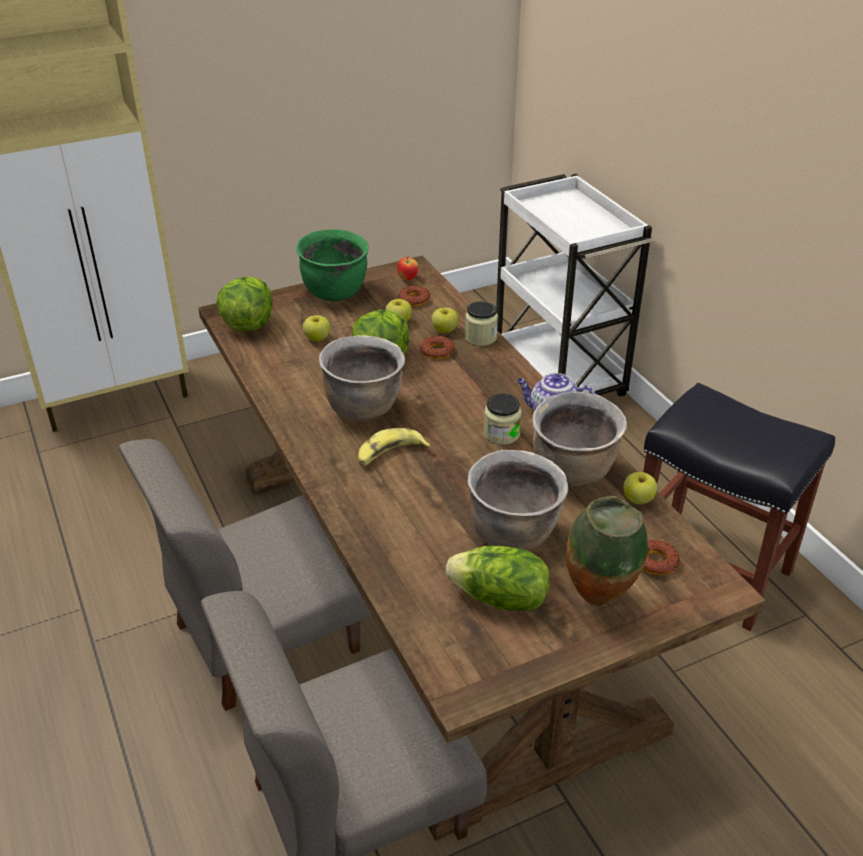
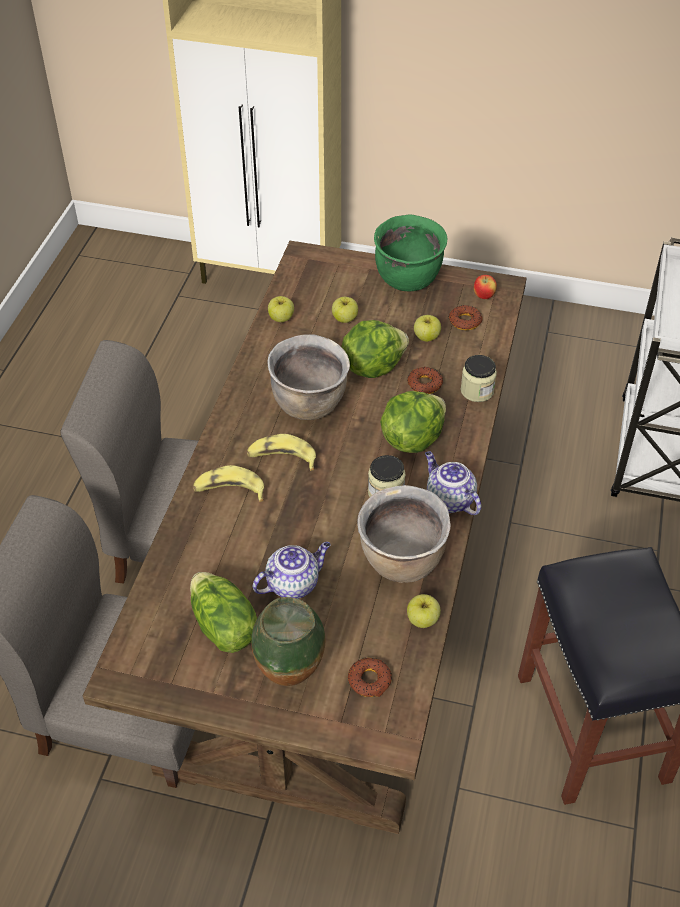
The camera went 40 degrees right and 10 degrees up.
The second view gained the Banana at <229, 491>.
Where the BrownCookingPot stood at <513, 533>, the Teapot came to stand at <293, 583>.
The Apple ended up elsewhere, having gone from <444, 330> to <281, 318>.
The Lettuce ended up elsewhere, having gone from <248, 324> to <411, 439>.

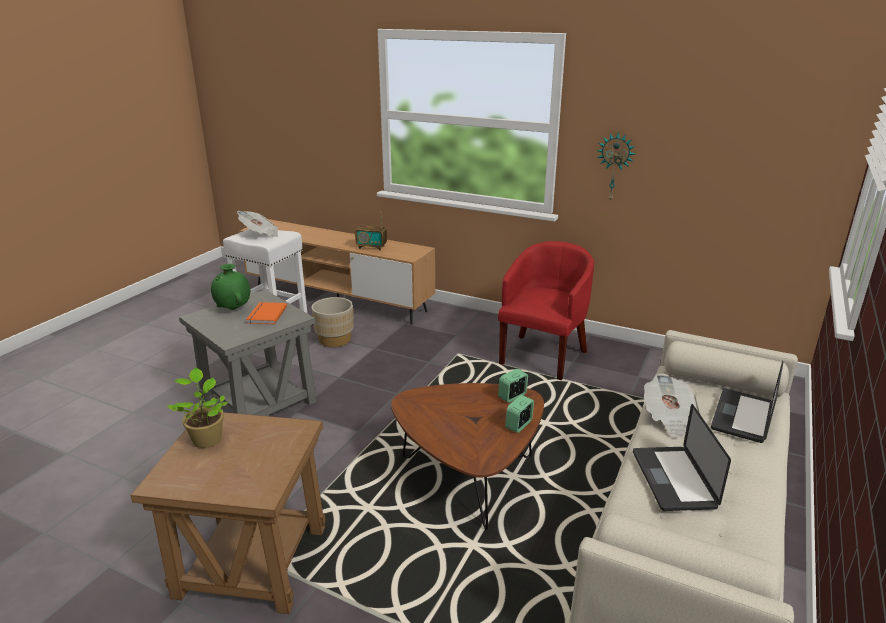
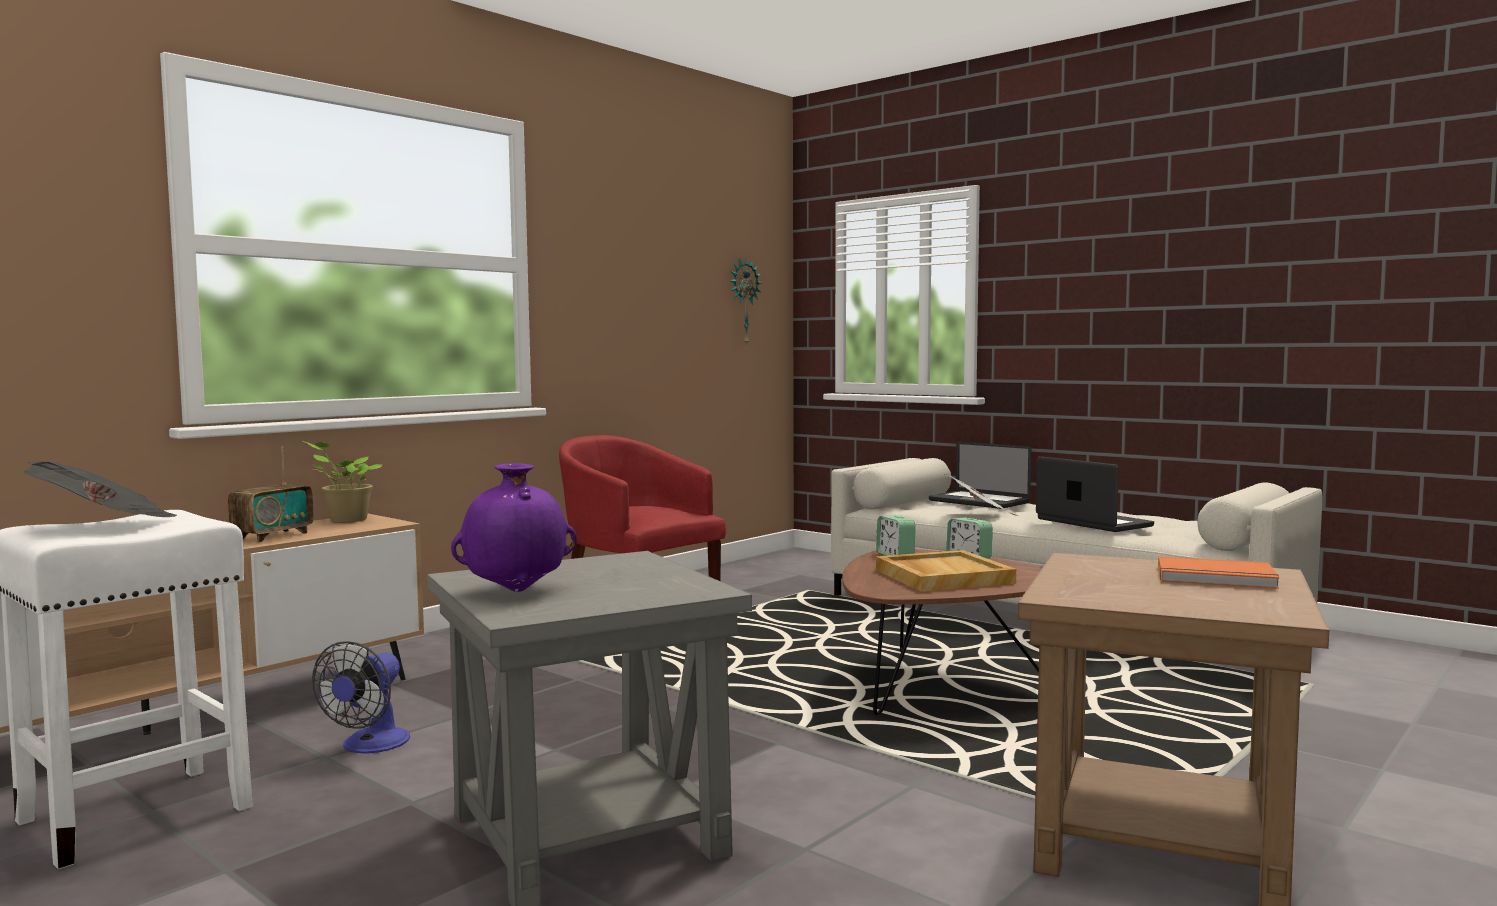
The camera went 75 degrees left and 20 degrees down.
The PottedPlant ended up elsewhere, having gone from <207, 438> to <345, 520>.
Where the BeigePlanter stood at <335, 340>, the Fan came to stand at <369, 746>.
What was the GreenVase at <233, 309> turned into the PurpleVase at <517, 591>.
The WallClock ended up elsewhere, having gone from <614, 167> to <743, 302>.
The second view gained the BeigeTray at <942, 576>.
The Laptop at <673, 479> ended up facing another way, 135 degrees counterclockwise from before.
The OrangeBook ended up elsewhere, having gone from <265, 315> to <1216, 578>.

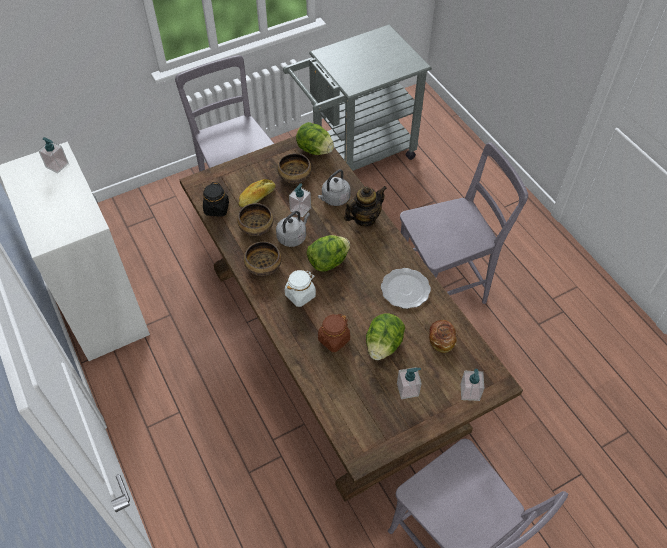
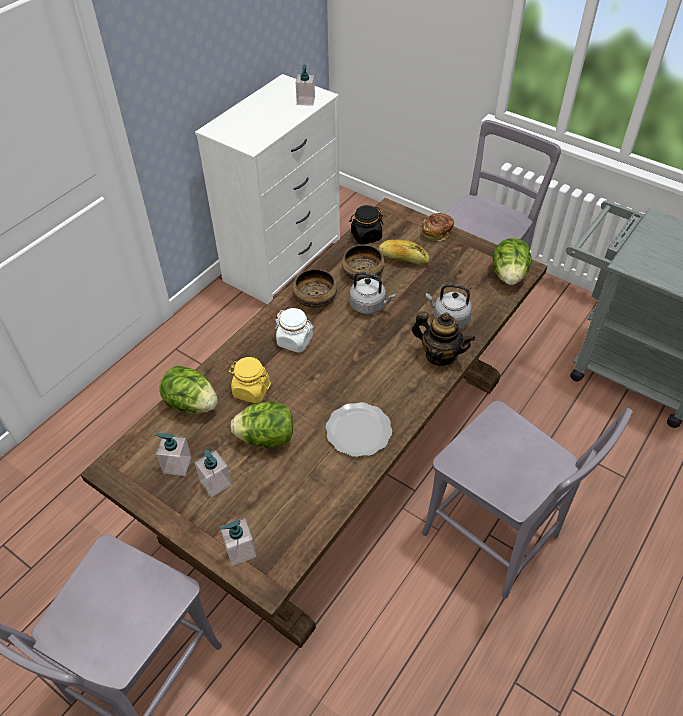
The camera went 65 degrees right and 5 degrees down.
The SoapDispenser ended up elsewhere, having gone from <300, 209> to <177, 465>.
The Lettuce ended up elsewhere, having gone from <328, 262> to <191, 404>.
What was the BrownJar at <333, 339> turned into the YellowJar at <251, 390>.
The Bread ended up elsewhere, having gone from <441, 340> to <437, 233>.
The second view lost the Bowl at <294, 176>.

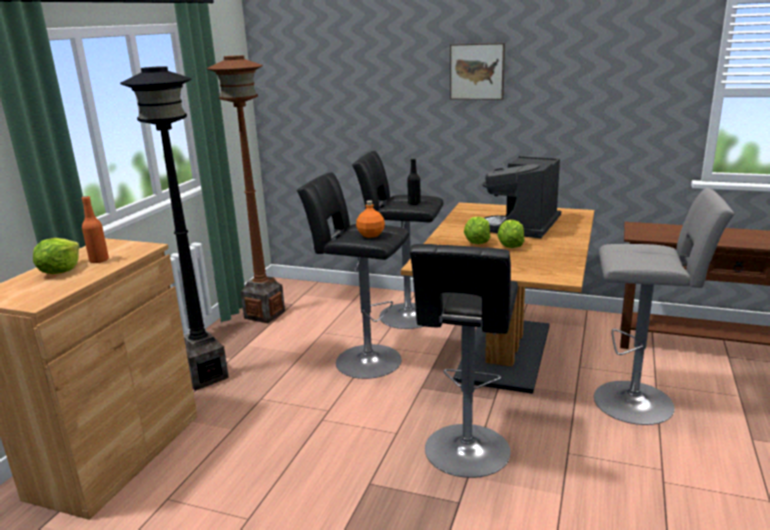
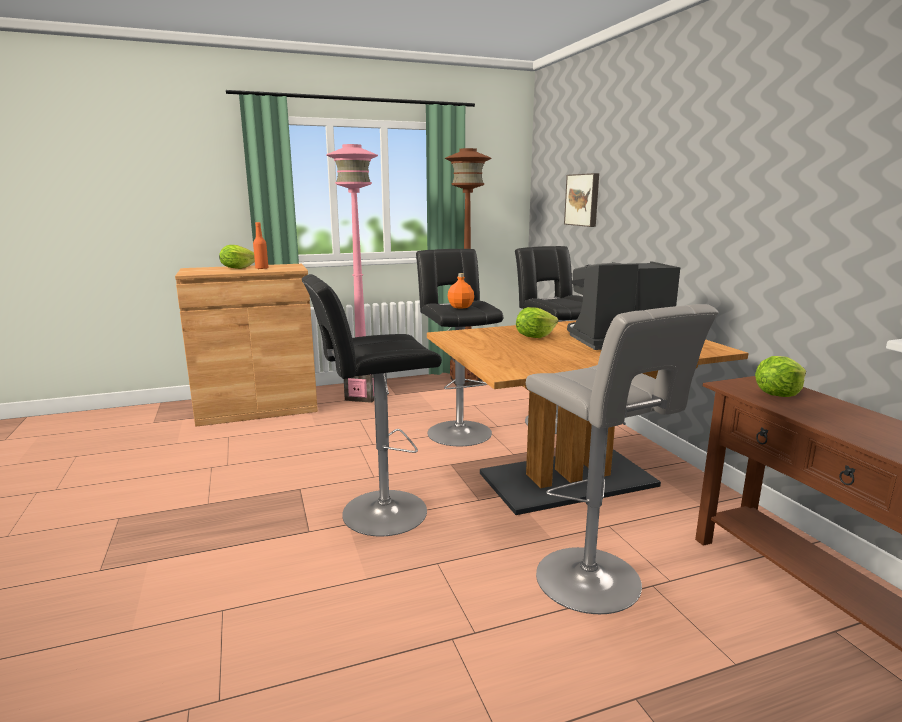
The camera went 50 degrees right and 5 degrees down.
What was the BlackFloorLamp at <204, 376> turned into the PinkFloorLamp at <363, 396>.
The Picture ended up elsewhere, having gone from <477, 71> to <583, 200>.
The Lettuce ended up elsewhere, having gone from <510, 246> to <778, 394>.
The second view lost the BlackBottle at <414, 203>.

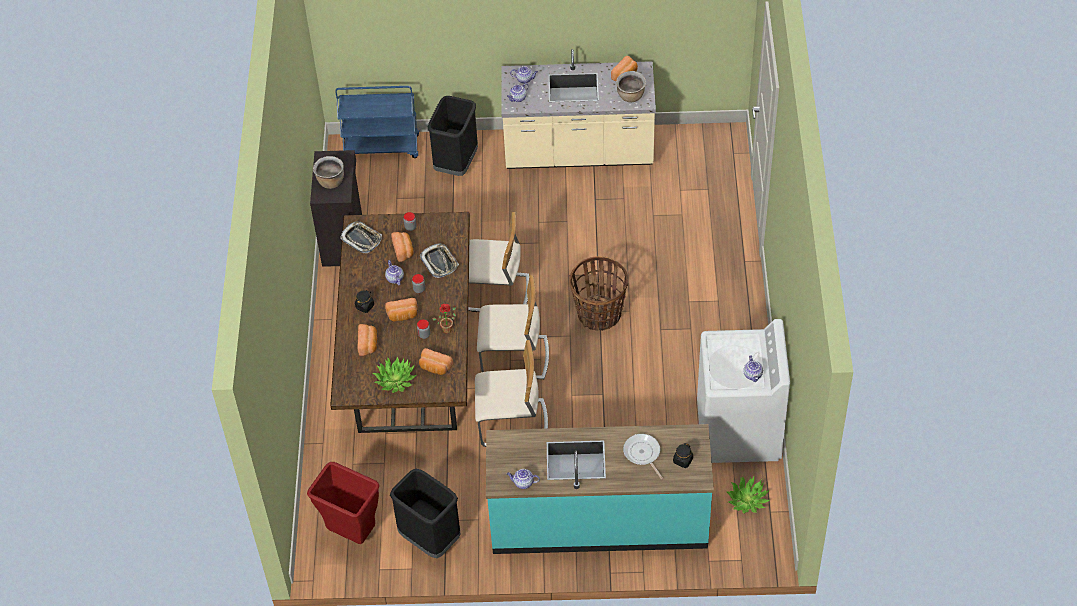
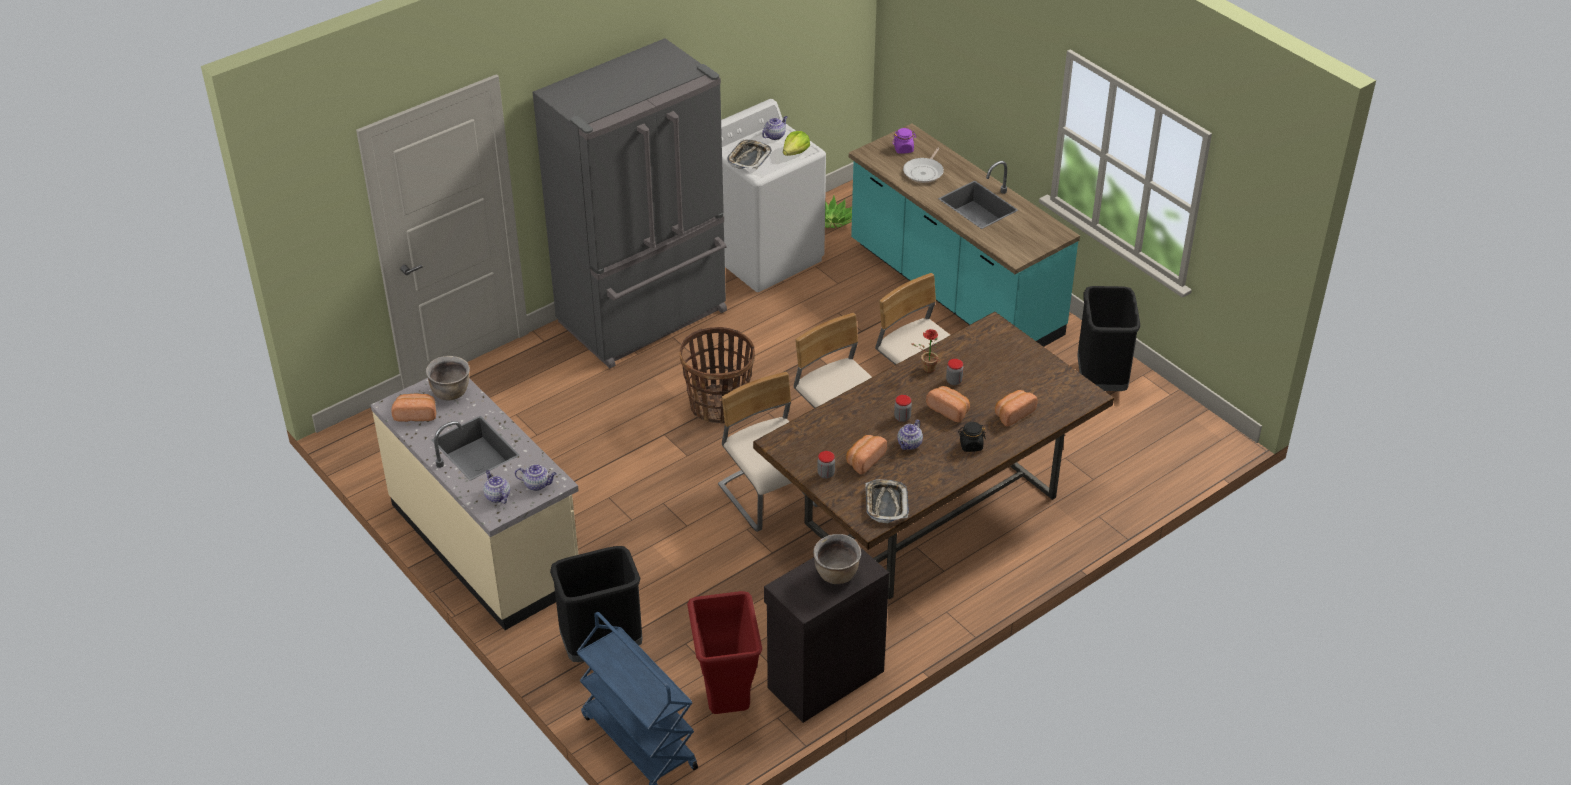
The camera went 130 degrees left and 10 degrees down.
The second view gained the GreyFridge at <645, 318>.
The RedTrashCan ended up elsewhere, having gone from <351, 534> to <728, 702>.
The Tray ended up elsewhere, having gone from <439, 262> to <749, 158>.
The second view gained the Lettuce at <795, 152>.
What was the BlackJar at <683, 460> turned into the PurpleJar at <903, 149>.
The second view lost the PottedPlant at <395, 380>.
The second view lost the Bread at <435, 368>.
The second view lost the Teapot at <523, 483>.

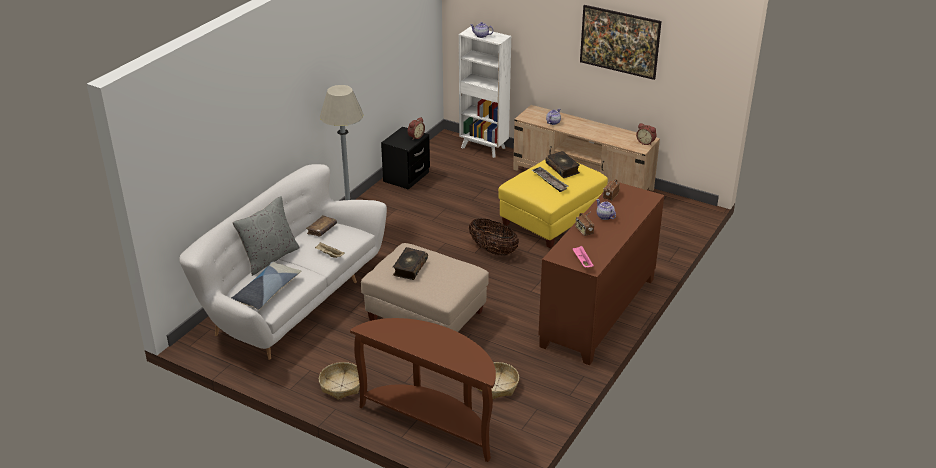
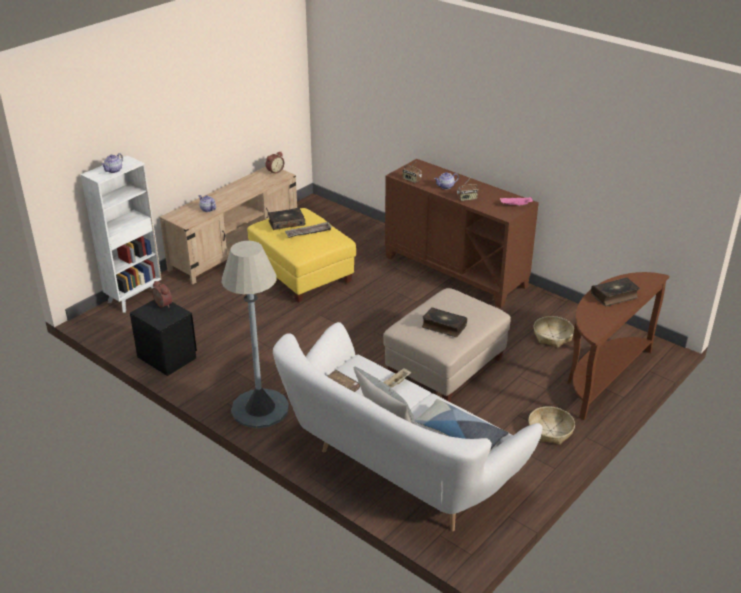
The camera went 80 degrees left and 0 degrees up.
The second view gained the Book at <614, 296>.
The second view lost the Basket at <493, 250>.
The second view lost the Picture at <618, 56>.

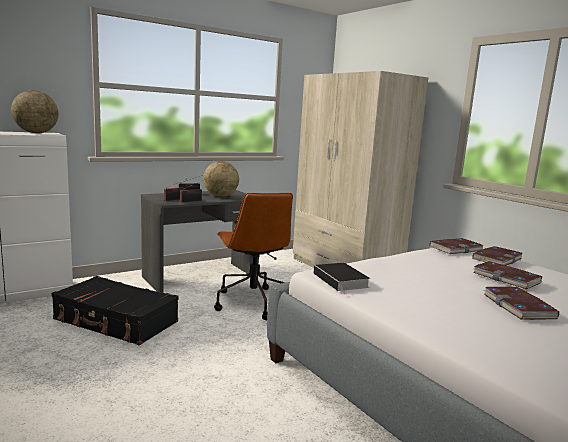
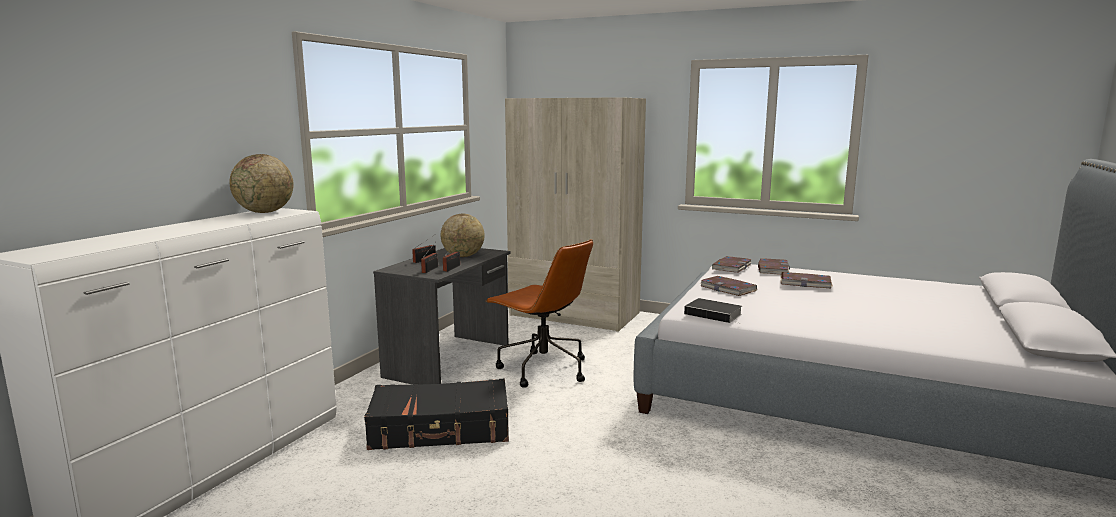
The camera went 30 degrees left and 0 degrees up.
The Book ended up elsewhere, having gone from <519, 306> to <728, 288>.

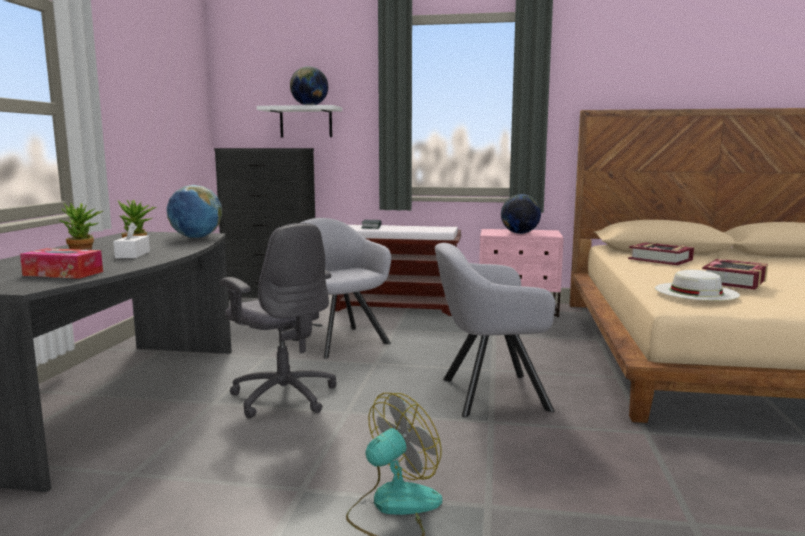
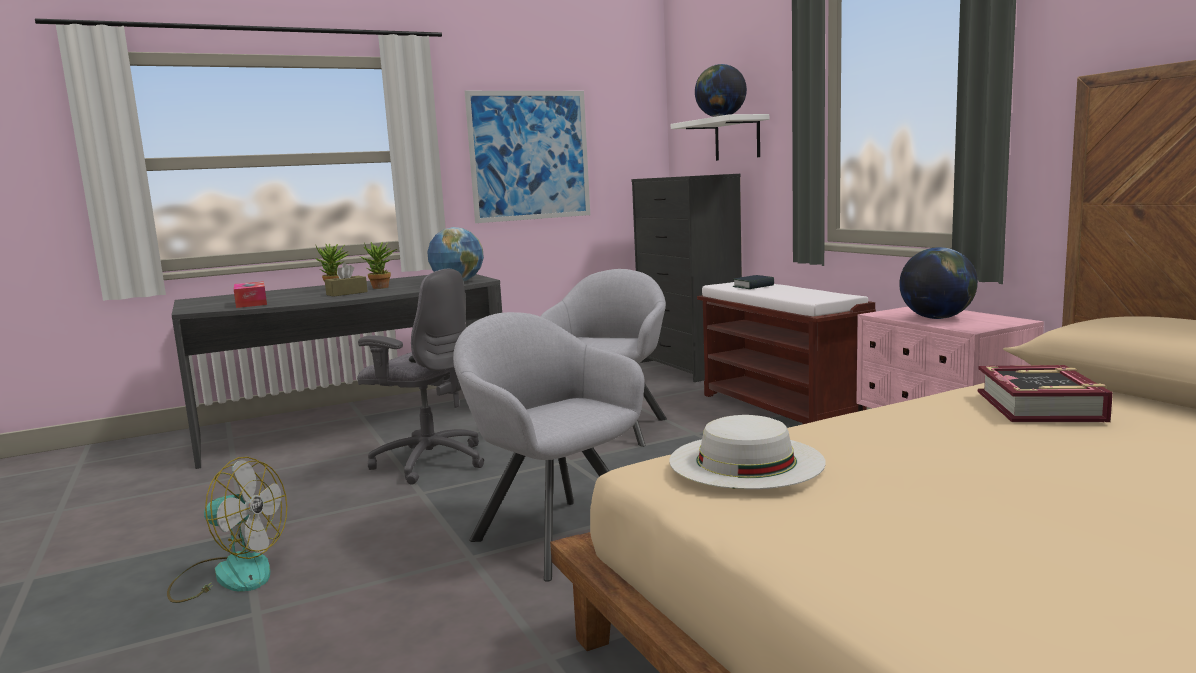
The camera went 55 degrees right and 0 degrees up.
What was the WhiteTissueBox at <132, 255> turned into the BrownTissueBox at <347, 293>.
The GreyOfficeChair at <283, 396> ended up facing another way, 75 degrees counterclockwise from before.
The second view gained the Picture at <530, 155>.
The second view lost the Book at <734, 281>.

